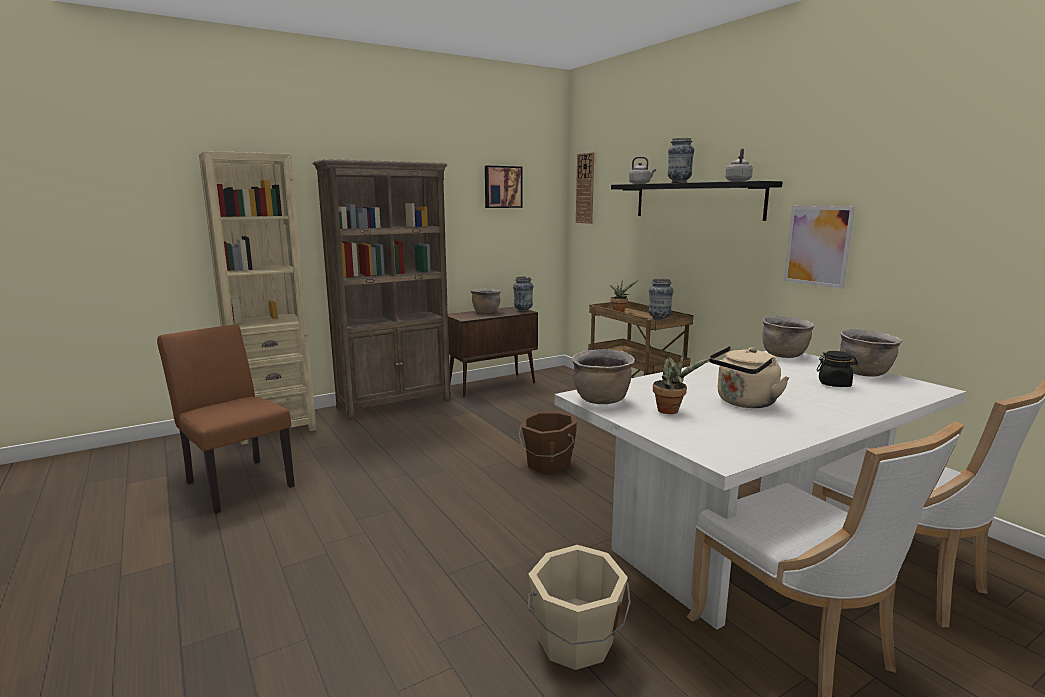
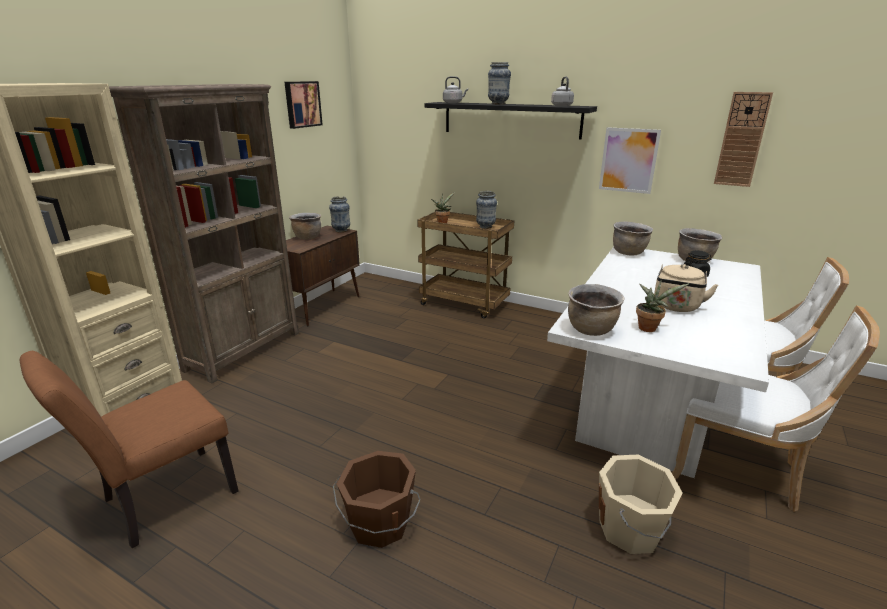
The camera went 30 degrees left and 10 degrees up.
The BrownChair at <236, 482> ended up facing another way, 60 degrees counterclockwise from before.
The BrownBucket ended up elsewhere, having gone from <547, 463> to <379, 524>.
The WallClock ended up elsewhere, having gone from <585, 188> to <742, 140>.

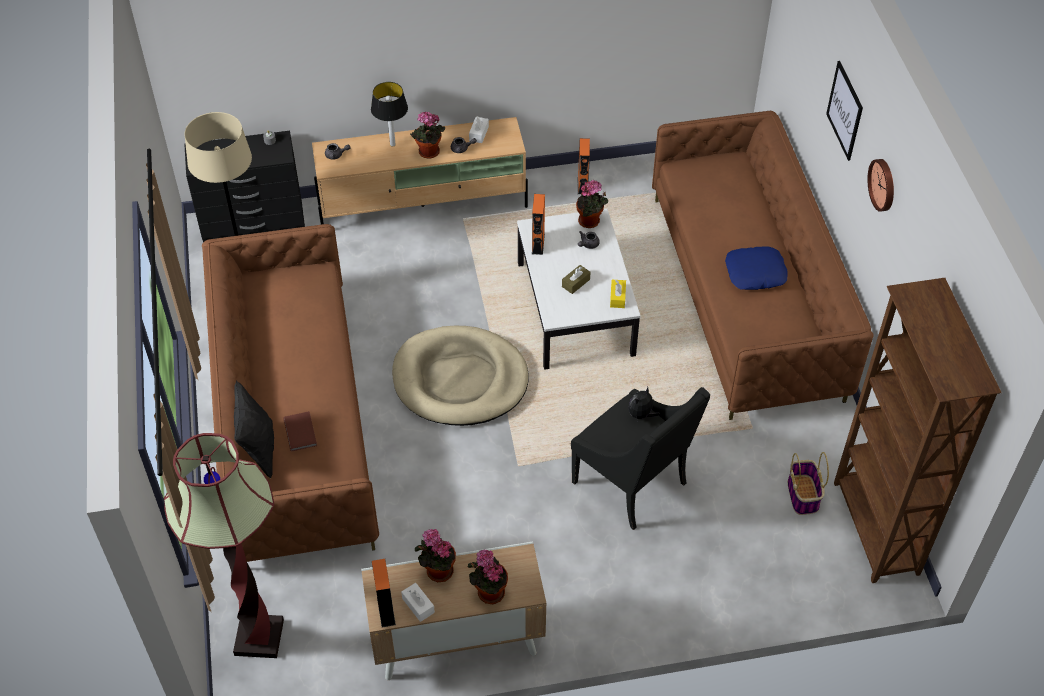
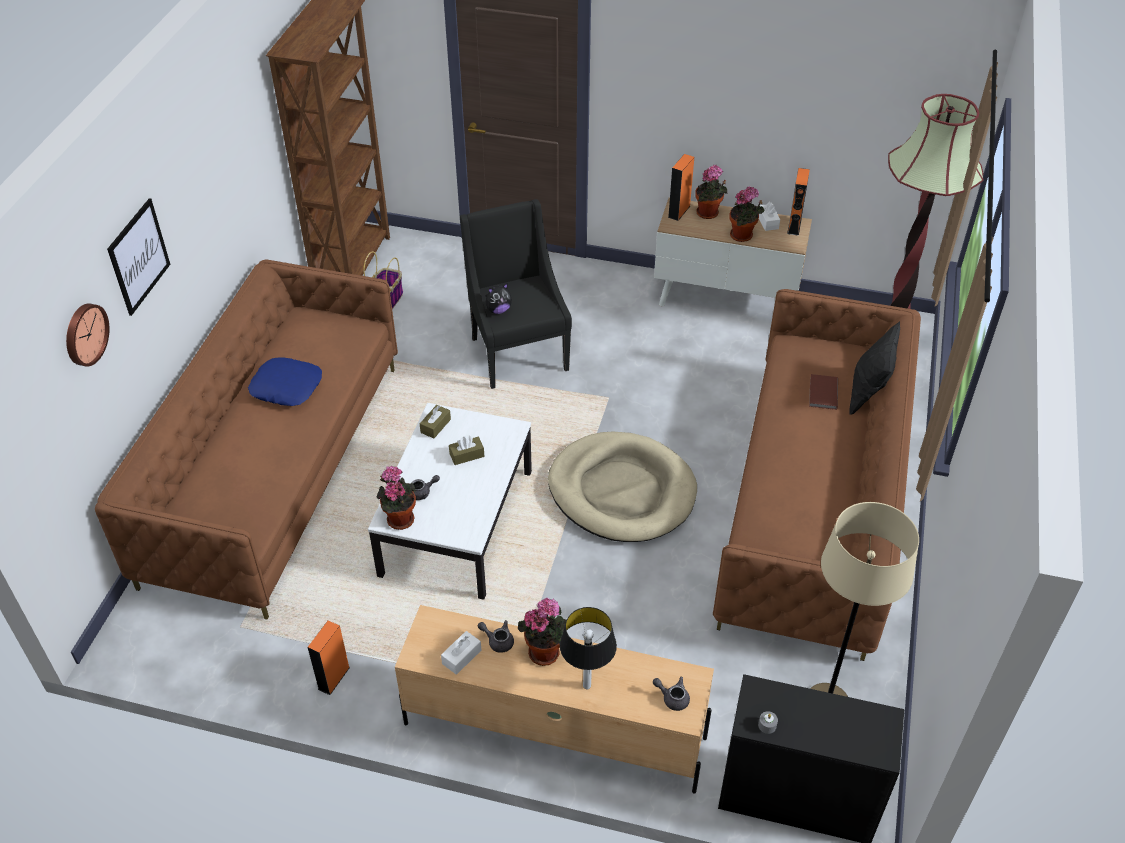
The camera went 155 degrees left and 5 degrees down.
The WallClock ended up elsewhere, having gone from <883, 184> to <84, 334>.
What was the YellowTissueBox at <617, 297> turned into the BrownTissueBox at <435, 426>.
The OrangeSpeaker ended up elsewhere, having gone from <538, 244> to <679, 211>.

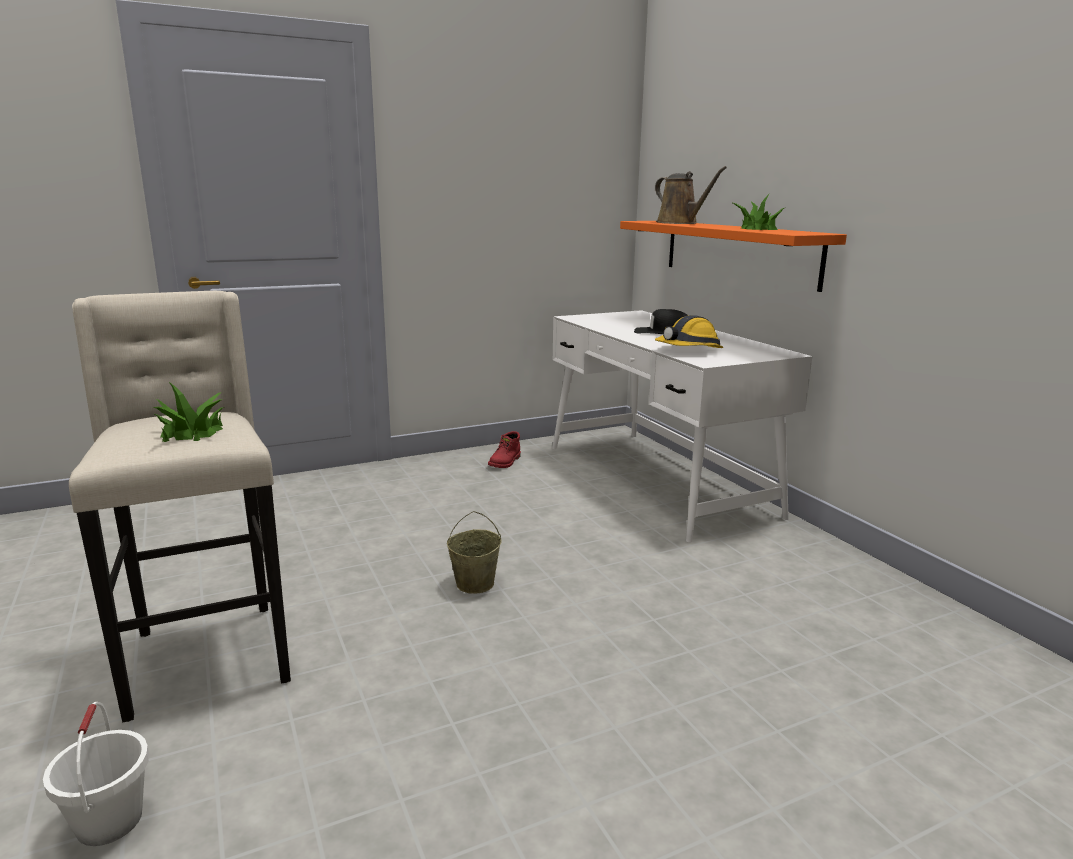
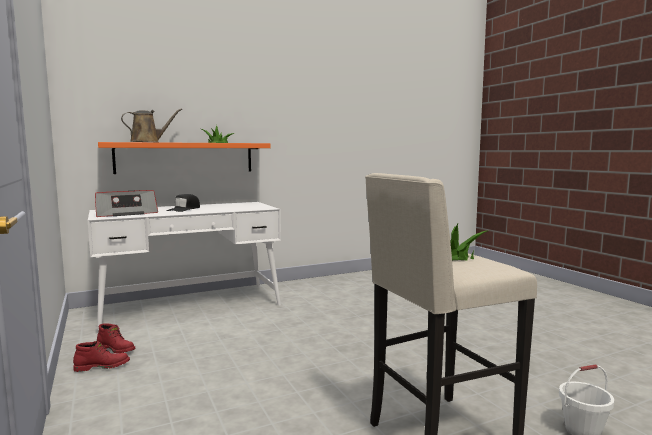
The camera went 90 degrees left and 10 degrees down.
The second view gained the RedBoot at <102, 366>.
The second view gained the Radio at <126, 213>.
The second view lost the BeigeBucket at <475, 583>.
The second view lost the HardHat at <688, 350>.

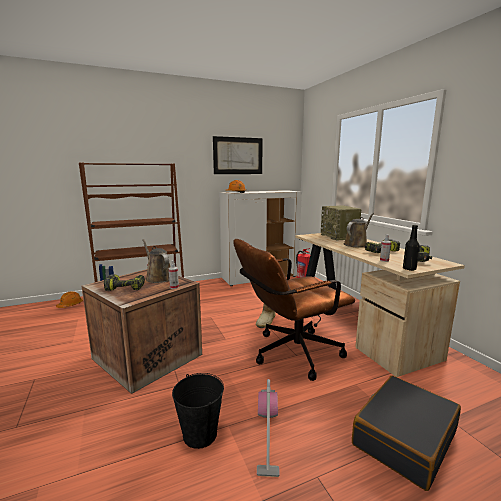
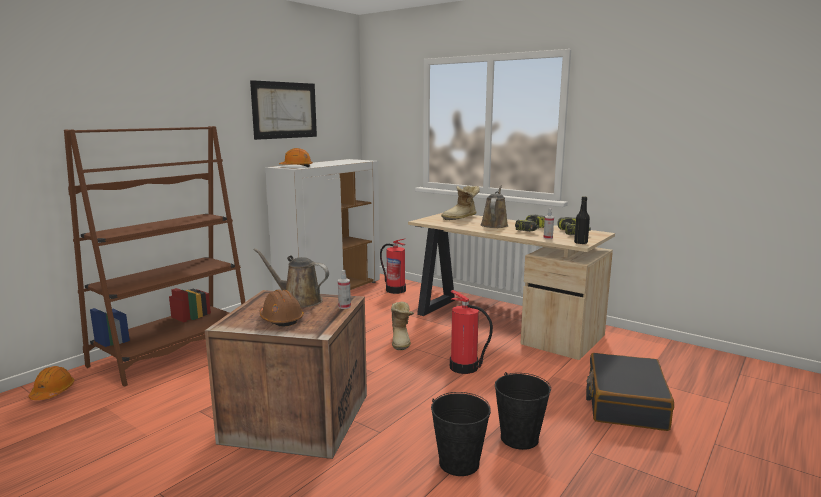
The camera went 30 degrees left and 0 degrees up.
Where the PowerDrill stood at <126, 287>, the BrownHardHat came to stand at <281, 319>.
Where the Radio stood at <339, 236>, the Boot came to stand at <461, 218>.
Where the BrownOfficeChair stood at <289, 354>, the FireExtinguisher came to stand at <464, 367>.
Where the VacuumCleaner stood at <267, 432>, the BlackBucket came to stand at <519, 438>.

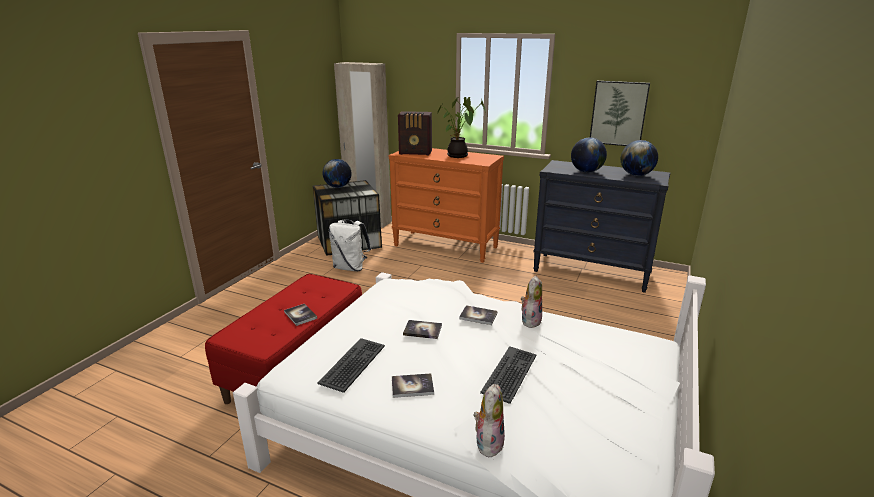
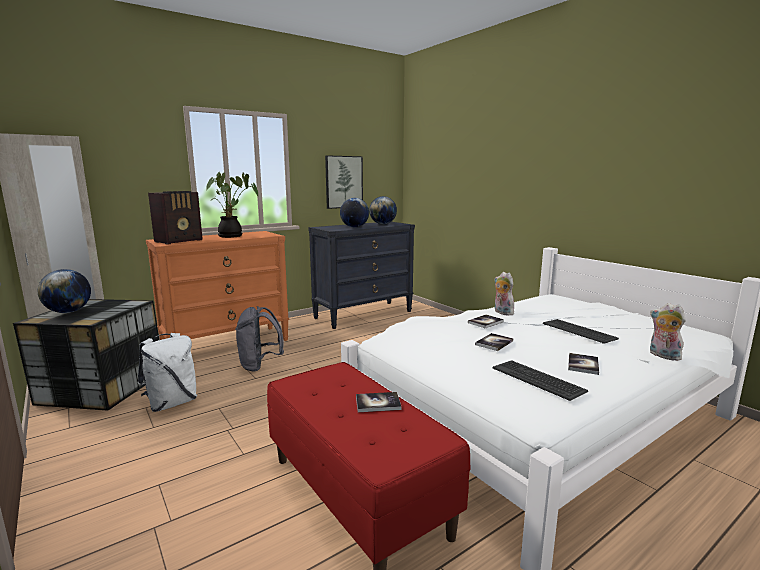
The camera went 60 degrees left and 10 degrees down.
The second view gained the GreyBackpack at <260, 365>.

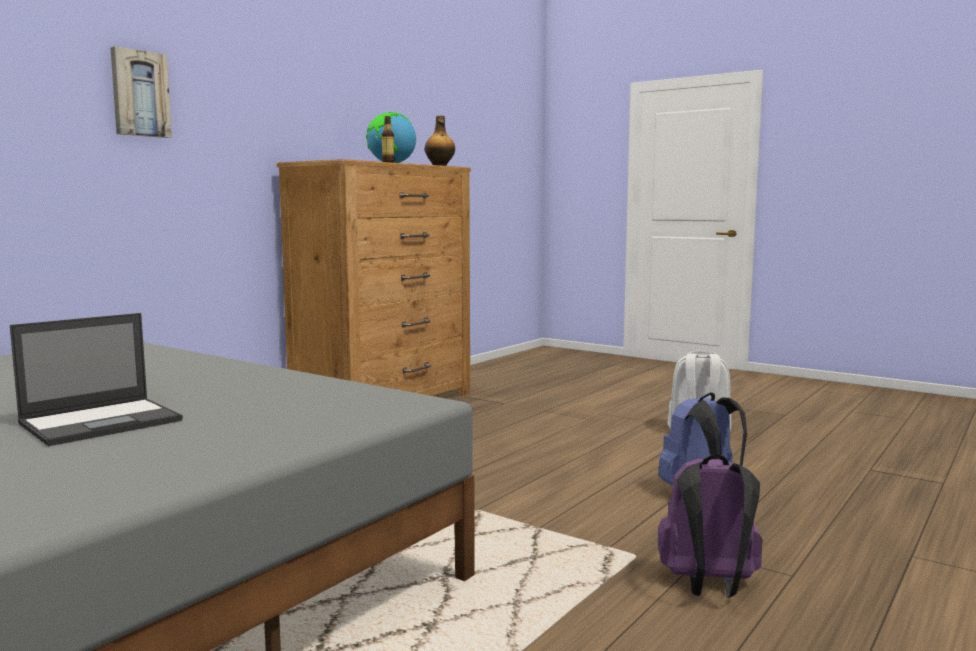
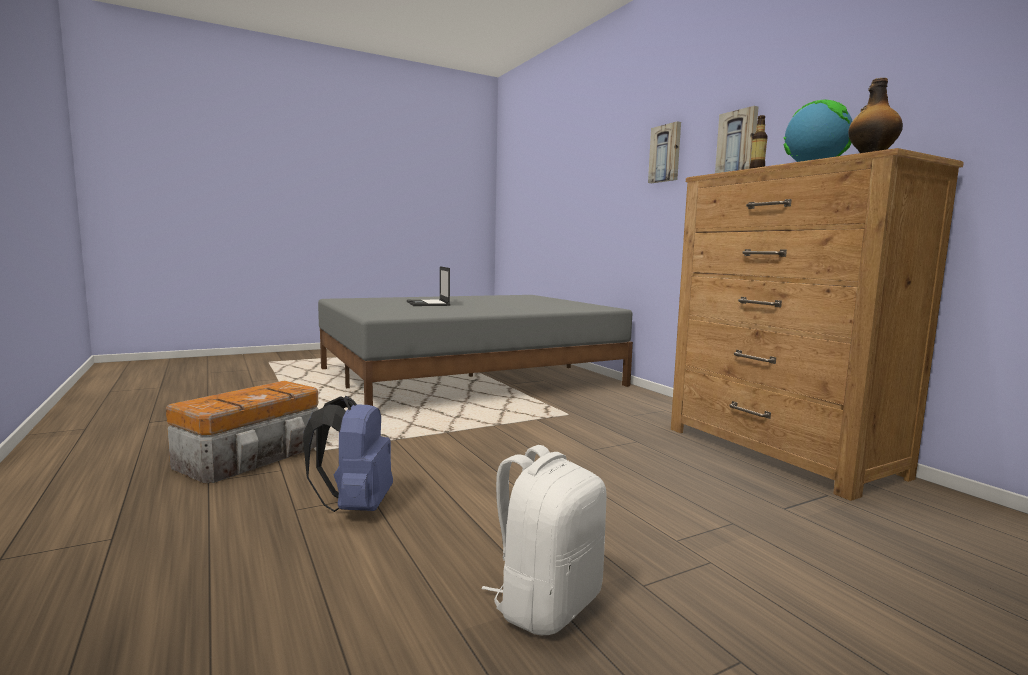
The camera went 115 degrees right and 0 degrees up.
Where the PurpleBackpack stood at <709, 586>, the StorageBox came to stand at <253, 456>.
The second view gained the Picture at <737, 143>.

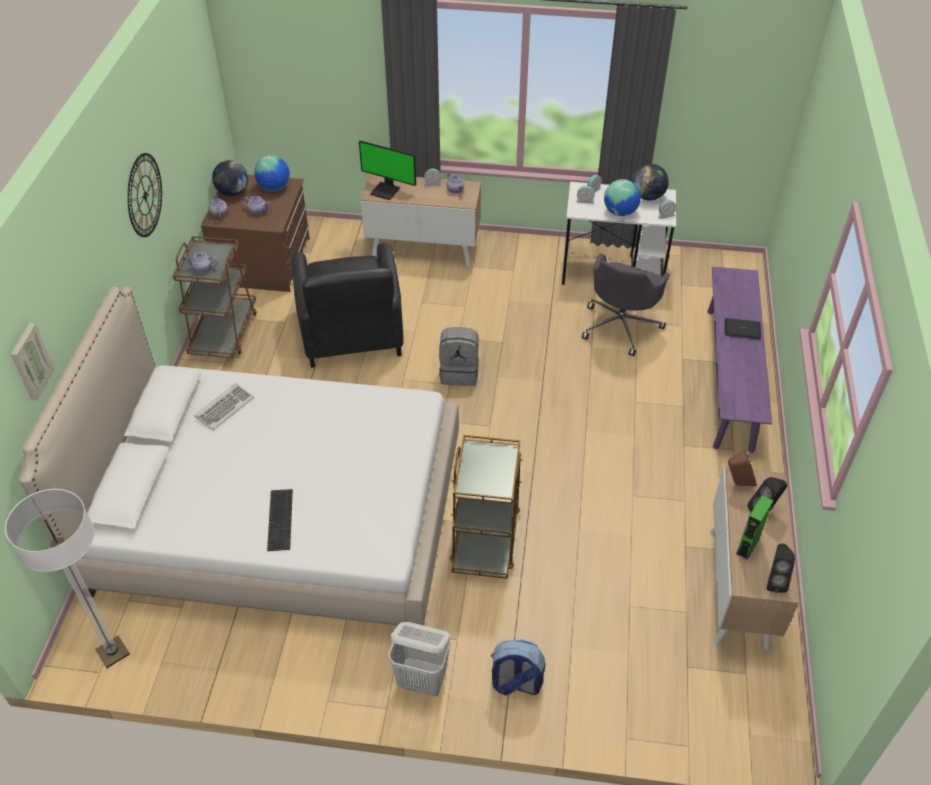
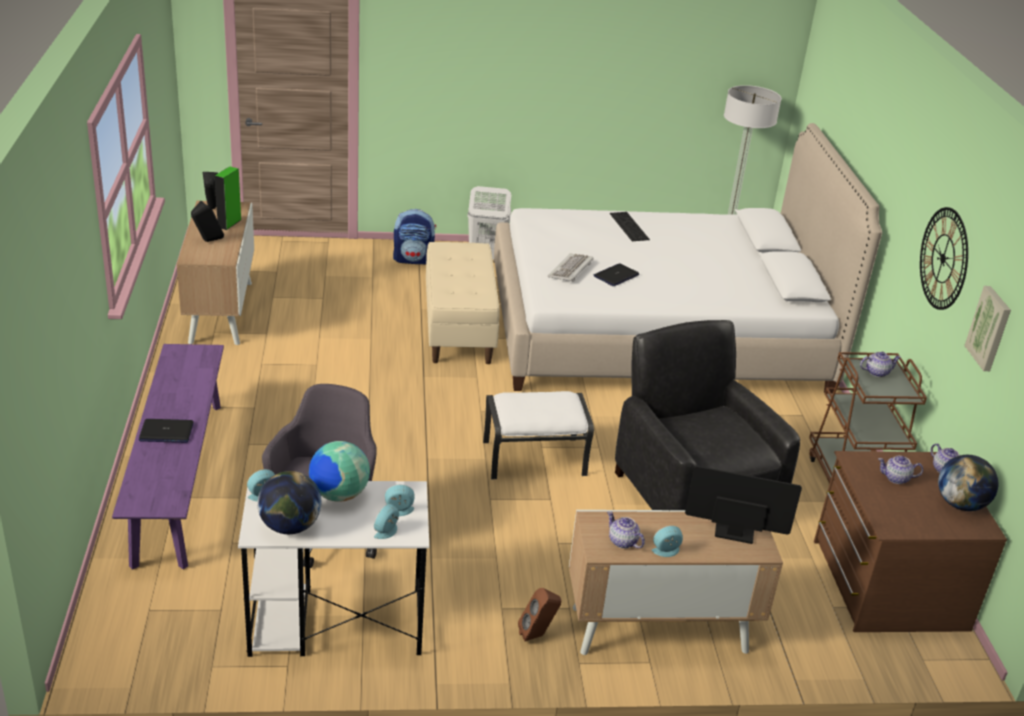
The camera went 165 degrees right and 15 degrees down.
Where the BrownCart stood at <485, 538>, the BeigeBench came to stand at <459, 329>.
Where the GreyBackpack stood at <459, 373>, the WhiteOttoman came to stand at <533, 459>.
The BrownSpeaker ended up elsewhere, having gone from <737, 483> to <537, 635>.
The Keyboard ended up elsewhere, having gone from <224, 408> to <571, 270>.
The second view gained the Laptop at <616, 276>.
The Picture ended up elsewhere, having gone from <30, 361> to <990, 328>.
The second view lost the Globe at <274, 187>.

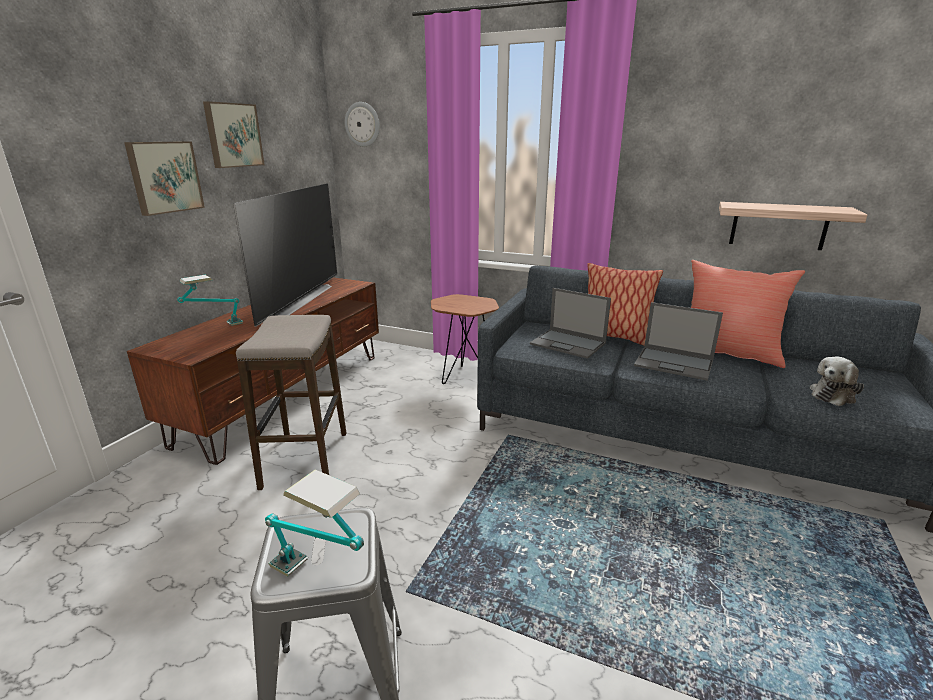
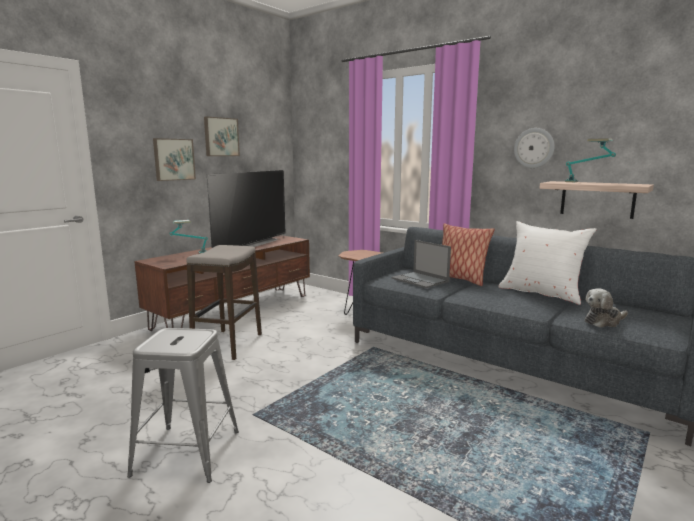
The camera went 15 degrees right and 10 degrees down.
What was the RedPillow at <726, 352> turned into the WhitePillow at <541, 293>.
The WallClock ended up elsewhere, having gone from <363, 124> to <534, 148>.
The TableLamp ended up elsewhere, having gone from <320, 580> to <587, 182>.
The second view lost the Laptop at <674, 363>.

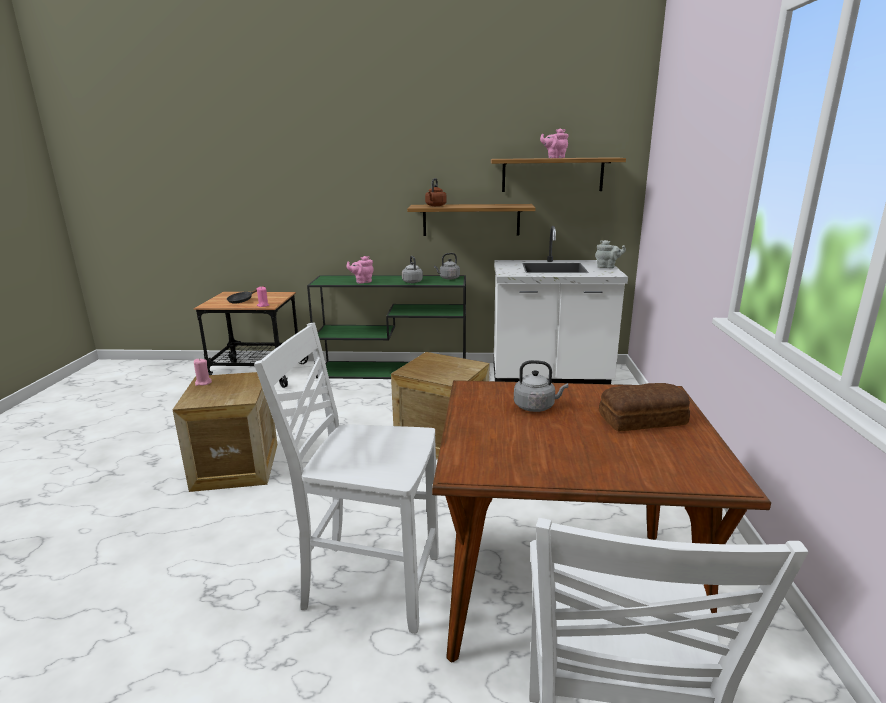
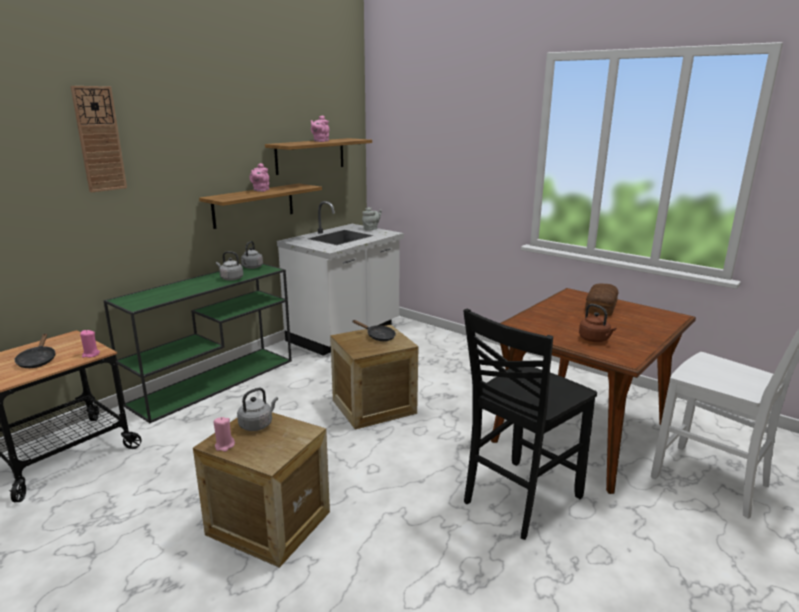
The camera went 55 degrees left and 0 degrees up.
The second view gained the WallClock at <99, 139>.
The GreyKettle ended up elsewhere, having gone from <536, 407> to <257, 424>.
The PinkTeapot ended up elsewhere, having gone from <362, 282> to <260, 190>.
The second view gained the BlackFryingPan at <378, 336>.
What was the WhiteChair at <369, 582> turned into the BlackChair at <519, 499>.
The BrownKettle ended up elsewhere, having gone from <435, 206> to <595, 339>.

